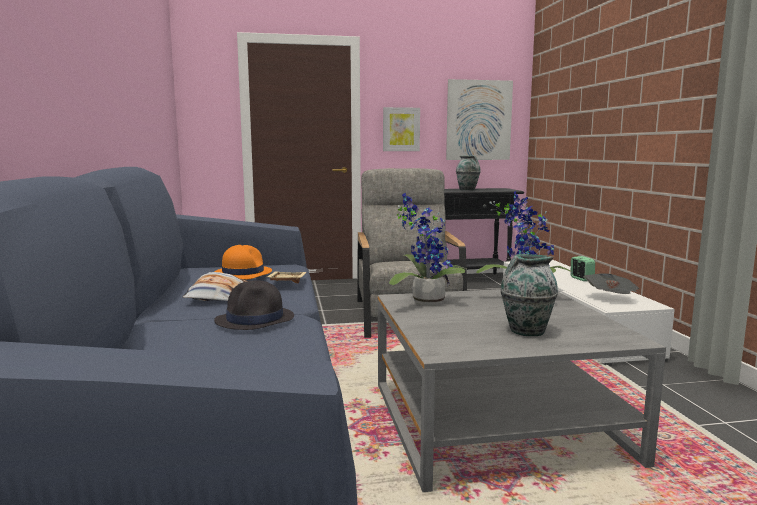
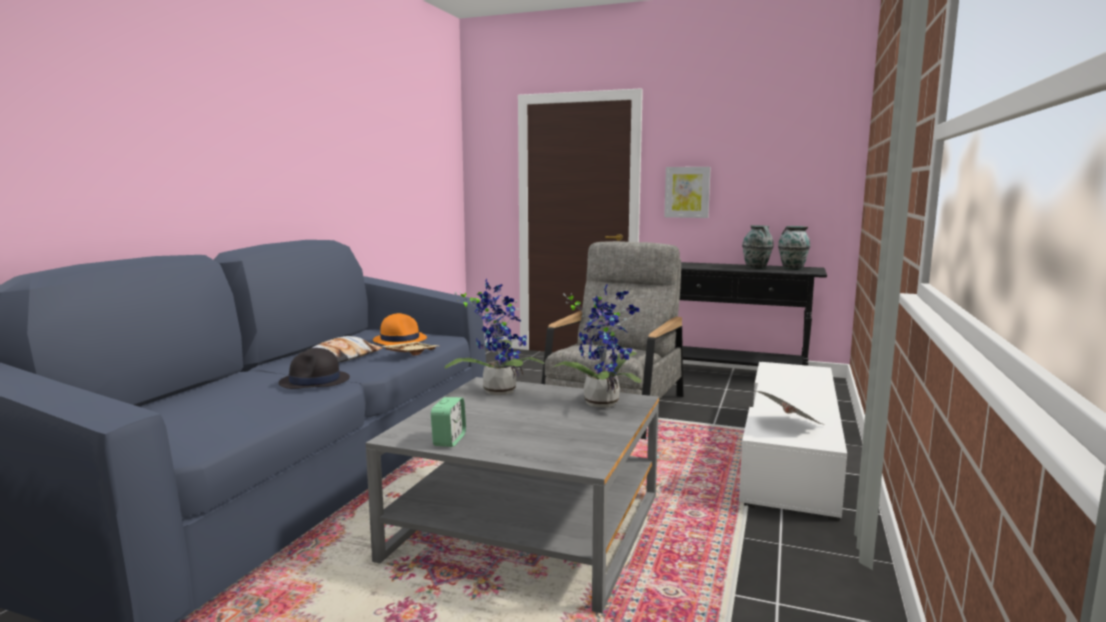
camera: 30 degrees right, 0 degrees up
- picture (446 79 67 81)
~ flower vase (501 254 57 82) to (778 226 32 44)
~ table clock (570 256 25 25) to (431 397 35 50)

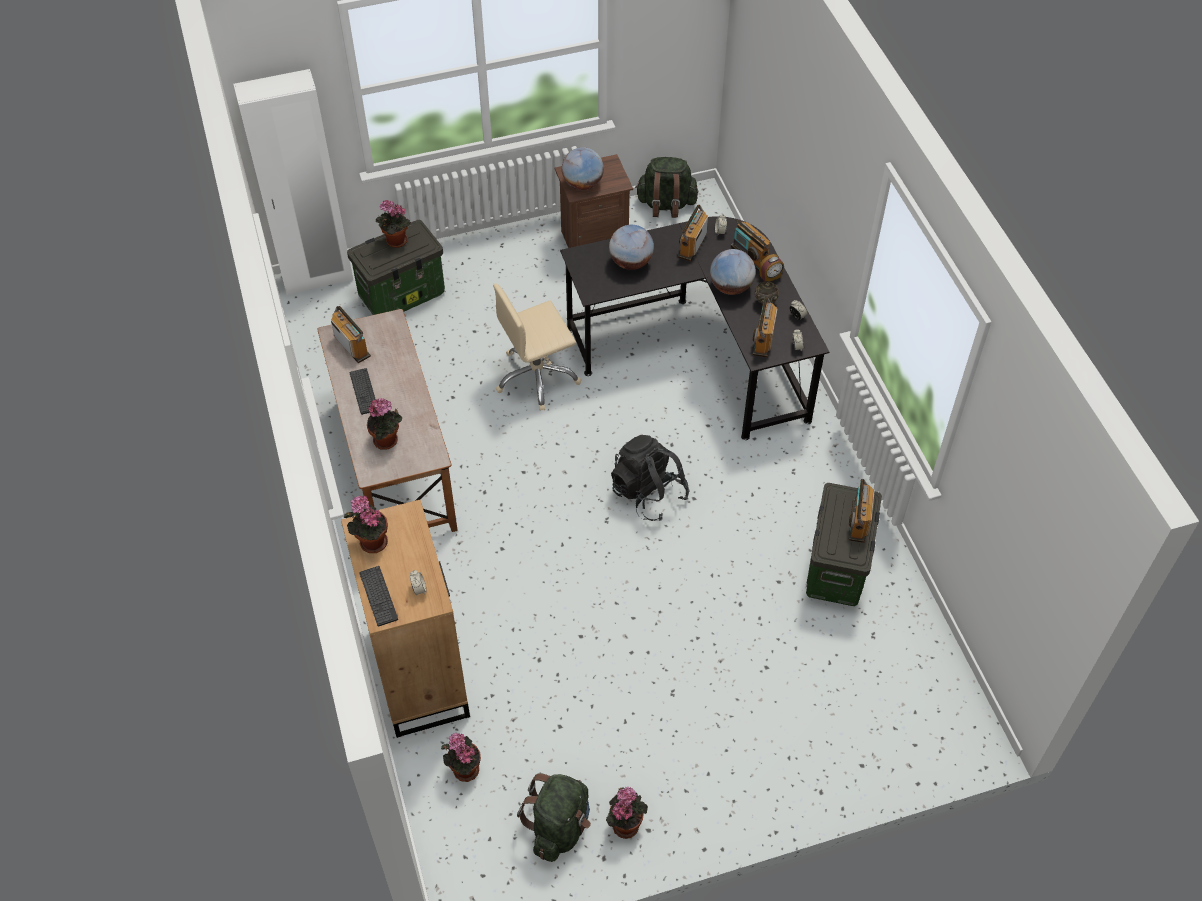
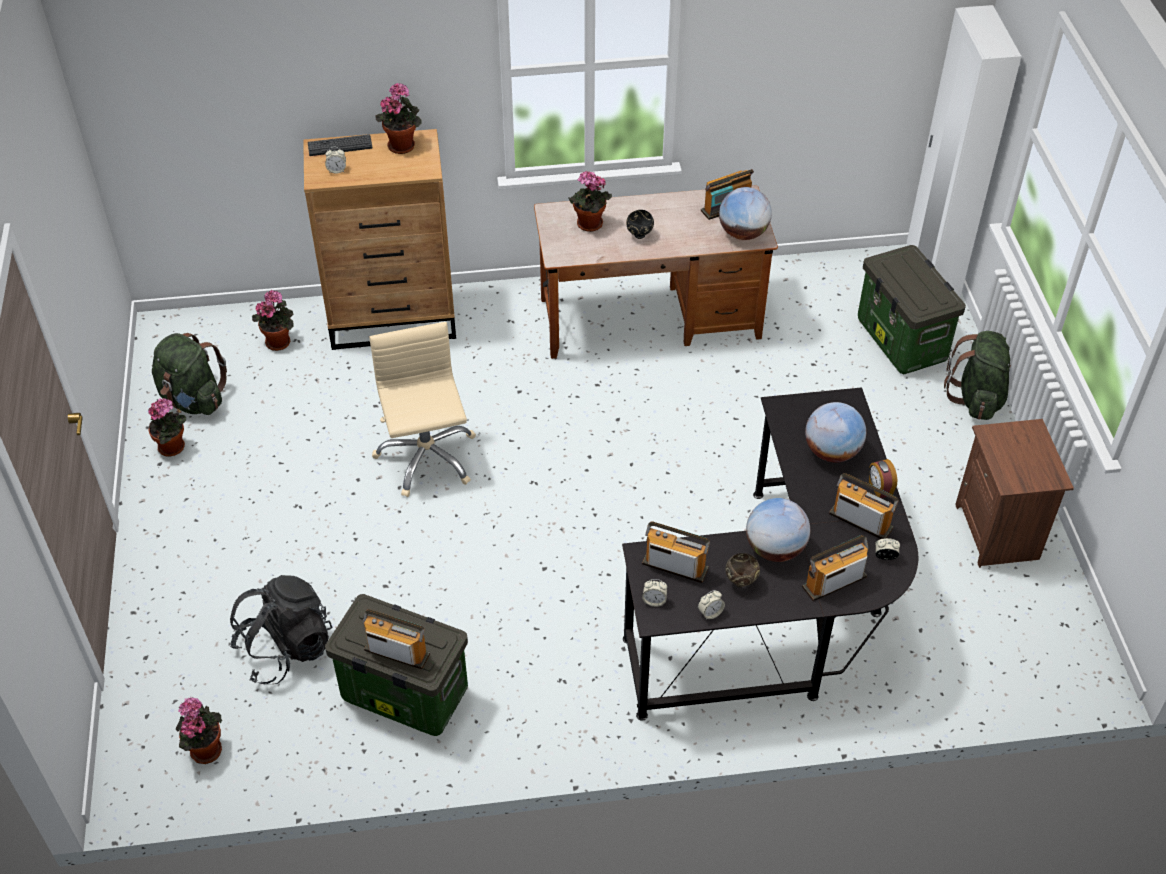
camera: 100 degrees right, 5 degrees down
- computer keyboard (349 368 27 47)
~ houseplant (376 200 35 48) to (176 697 46 67)
~ computer chair/beige (493 283 89 128) to (369 322 107 175)
~ world globe (562 147 42 43) to (719 187 53 53)
~ backpack/black-coloured (611 435 78 86) to (230 575 103 109)
~ backpack/green (635 157 63 61) to (944 331 67 89)
~ table clock (759 254 25 27) to (869 459 29 39)
+ deep dish/black-coloured (626 210 28 29)

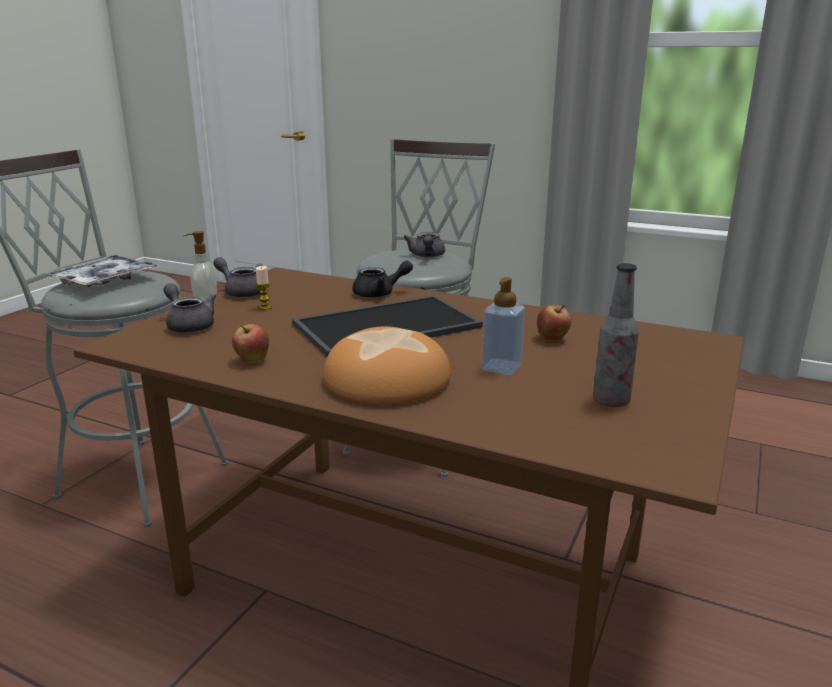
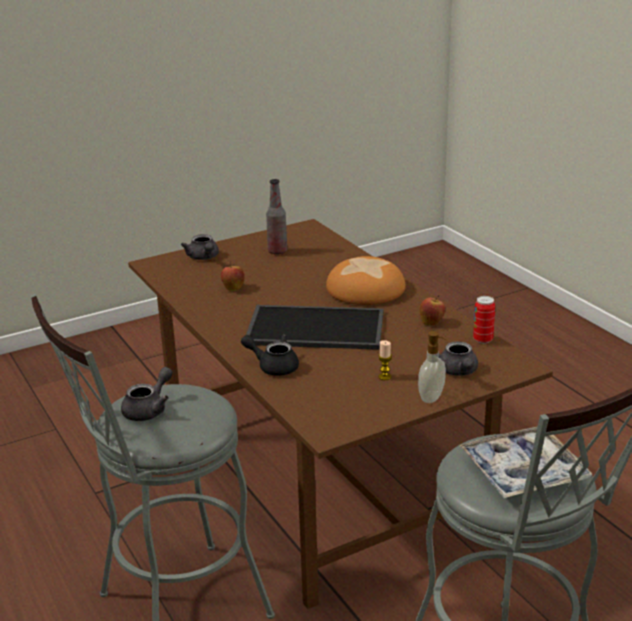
camera: 145 degrees left, 5 degrees up
~ tea pot/greyish (213 257 49 41) to (181 234 38 26)
- liquid soap bottle (482 277 43 98)
+ metal can (473 296 22 48)

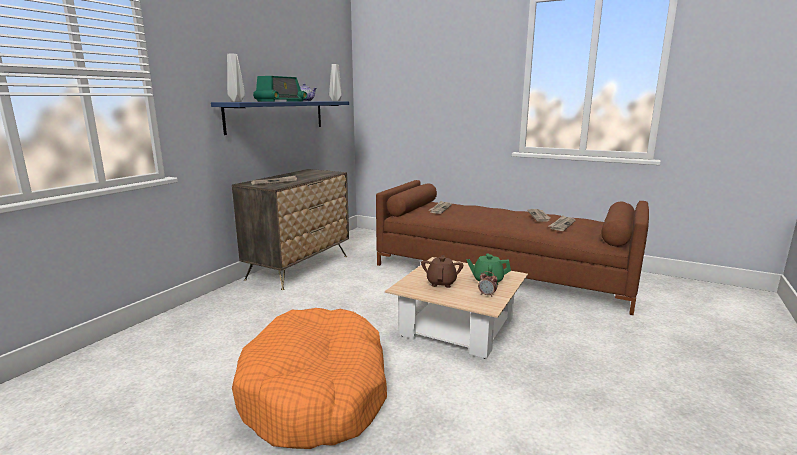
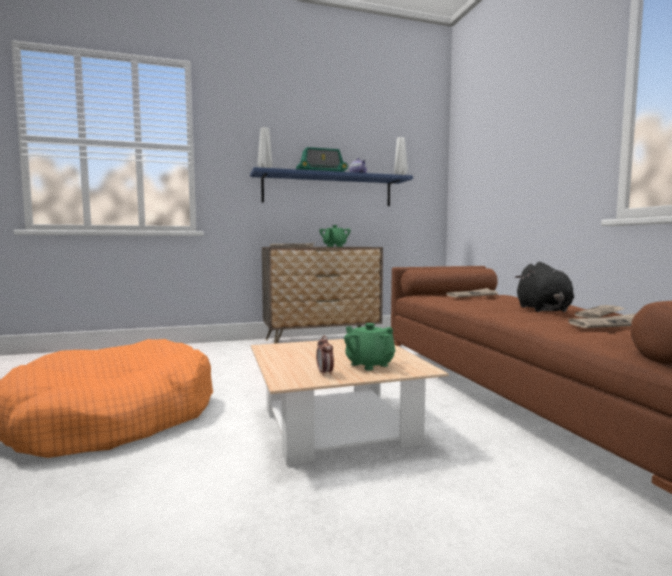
camera: 45 degrees right, 10 degrees down
- tea pot/brownish (421 255 42 33)
+ tea pot/green (319 225 32 22)
+ cuddly toy/black-coloured (515 262 59 50)

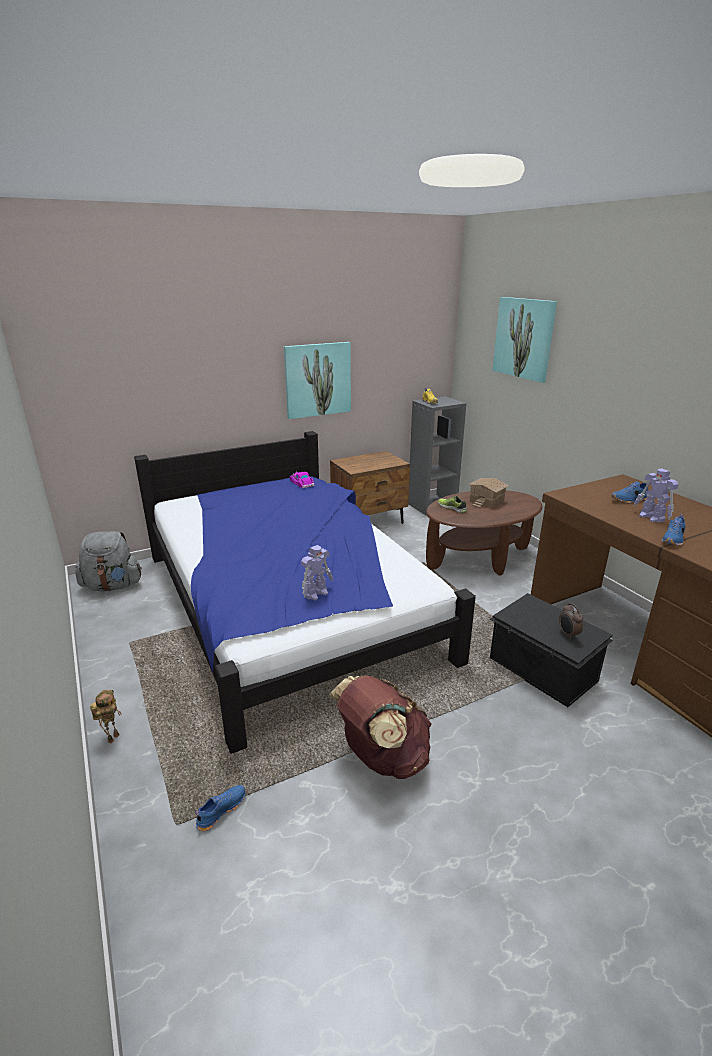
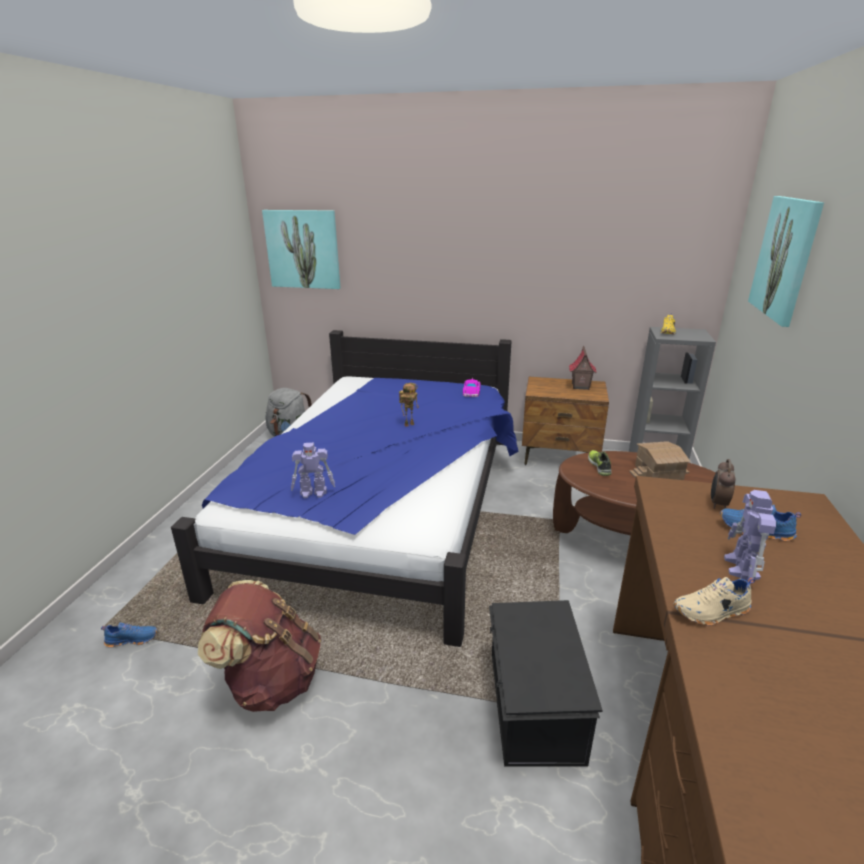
camera: 40 degrees right, 0 degrees up
~ toy robot (90 690 31 53) to (399 383 20 44)
~ picture (284 342 67 77) to (262 210 78 79)
~ table clock (559 603 24 37) to (711 459 25 50)
~ shoe/bluish (661 514 25 32) to shoe/beige (673 577 82 49)
+ model house (569 345 28 45)

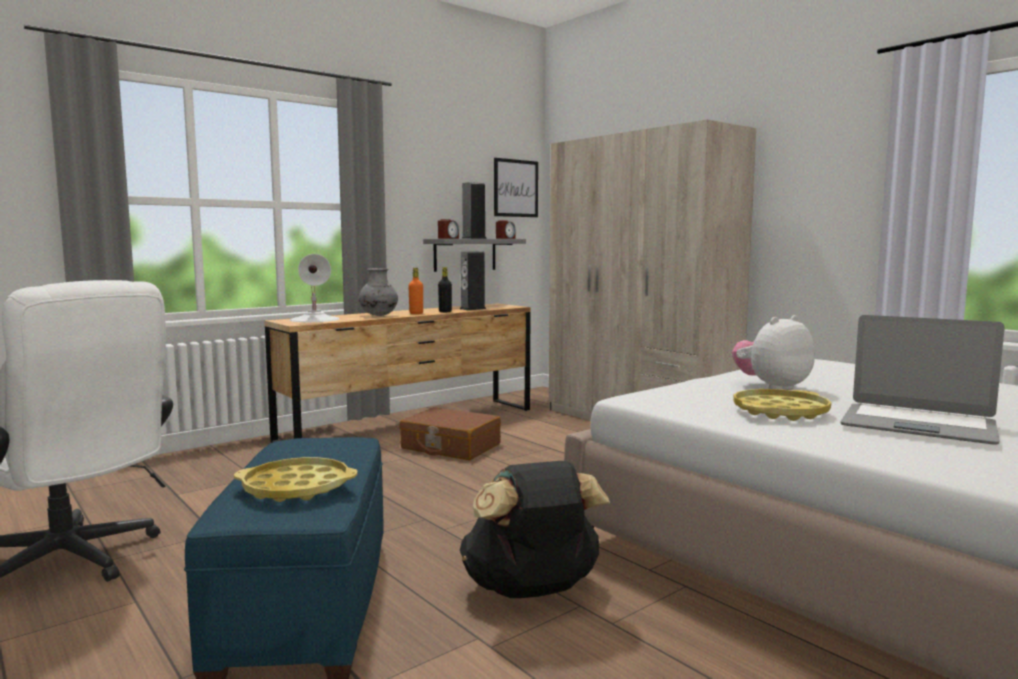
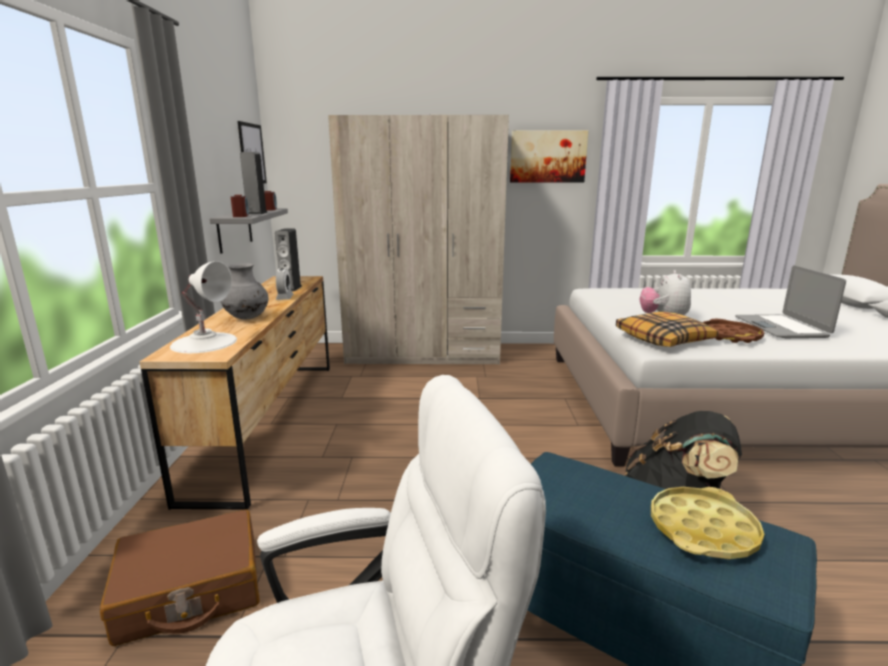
camera: 50 degrees left, 10 degrees up
~ piece of luggage/brownish (399 407 102 53) to (100 509 160 137)
- beverage bottle/orange-coloured (409 268 14 46)
~ beverage bottle/black-coloured (438 267 14 45) to table clock (276 268 18 32)
~ serving tray/yellow (733 389 98 32) to serving tray/brownish (703 319 61 24)
~ portable computer (840 315 165 130) = (735 265 111 73) 105 degrees clockwise
+ picture (510 131 78 51)
+ throw pillow (616 312 102 35)

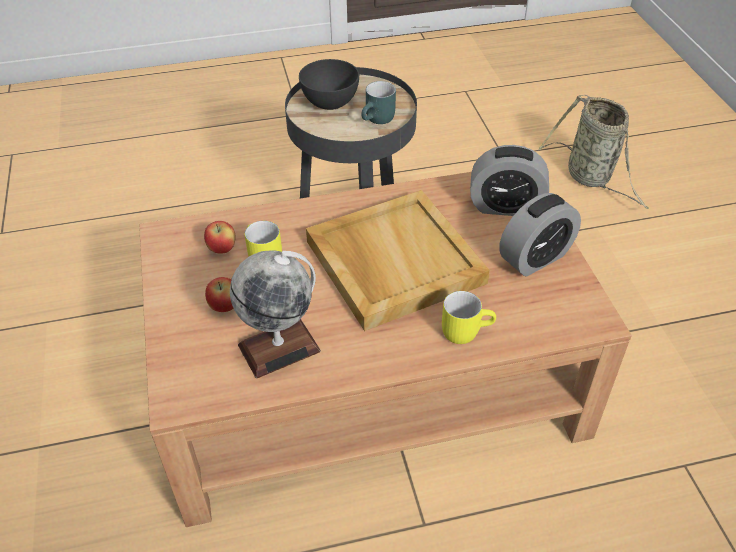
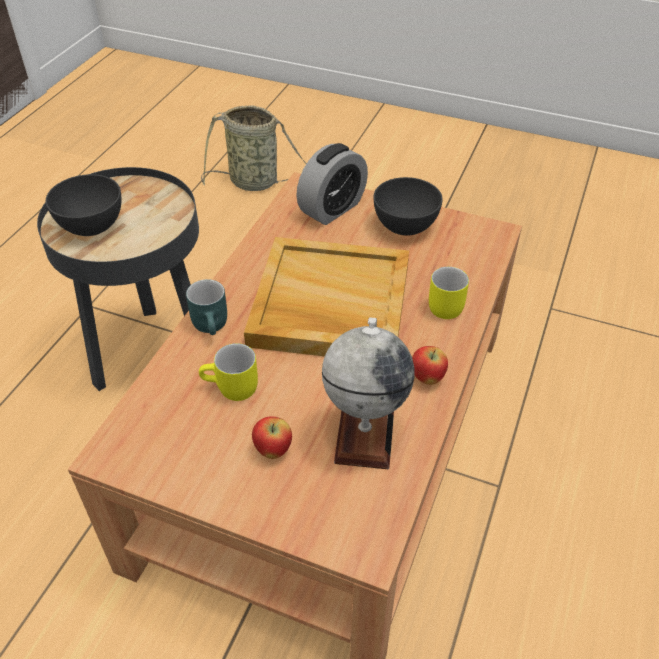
camera: 55 degrees left, 0 degrees up
~ apple fruit (204 221 32 33) to (412 346 36 39)
~ coffee mug/blue-green (361 81 35 43) to (186 279 41 56)
~ table clock (499 193 82 84) to deep dish/greyish (374 177 69 59)

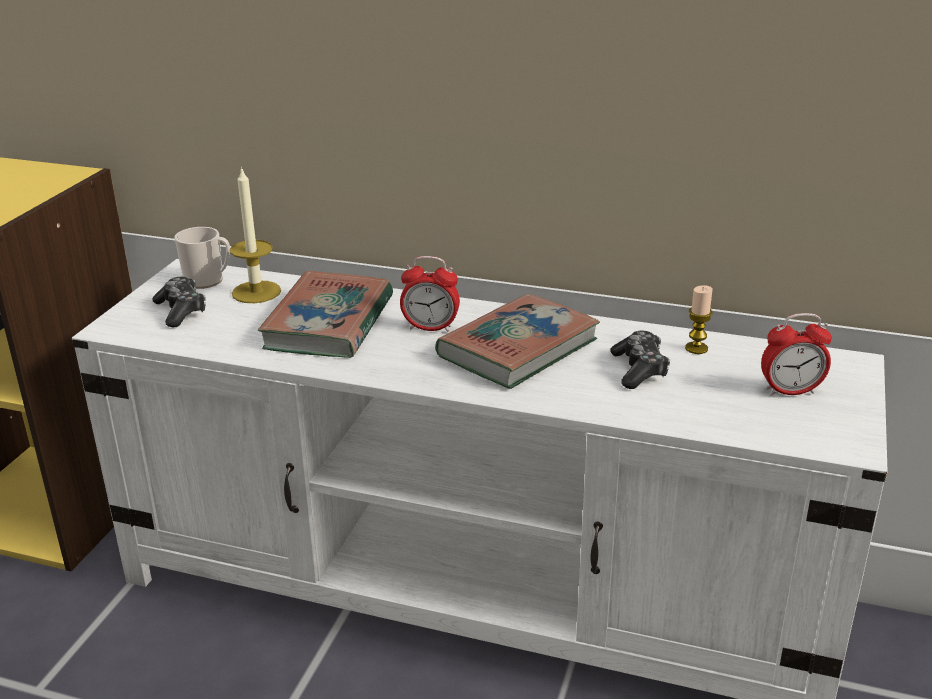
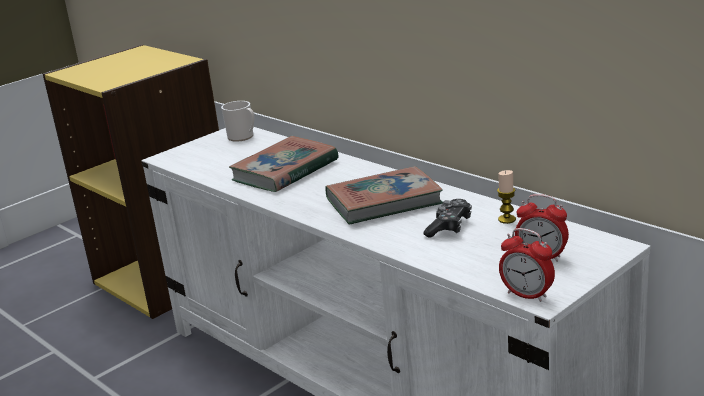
camera: 30 degrees right, 5 degrees down
- joypad (152 277 54 51)
- candle (230 166 51 137)
~ table clock (400 256 60 76) to (499 228 56 74)

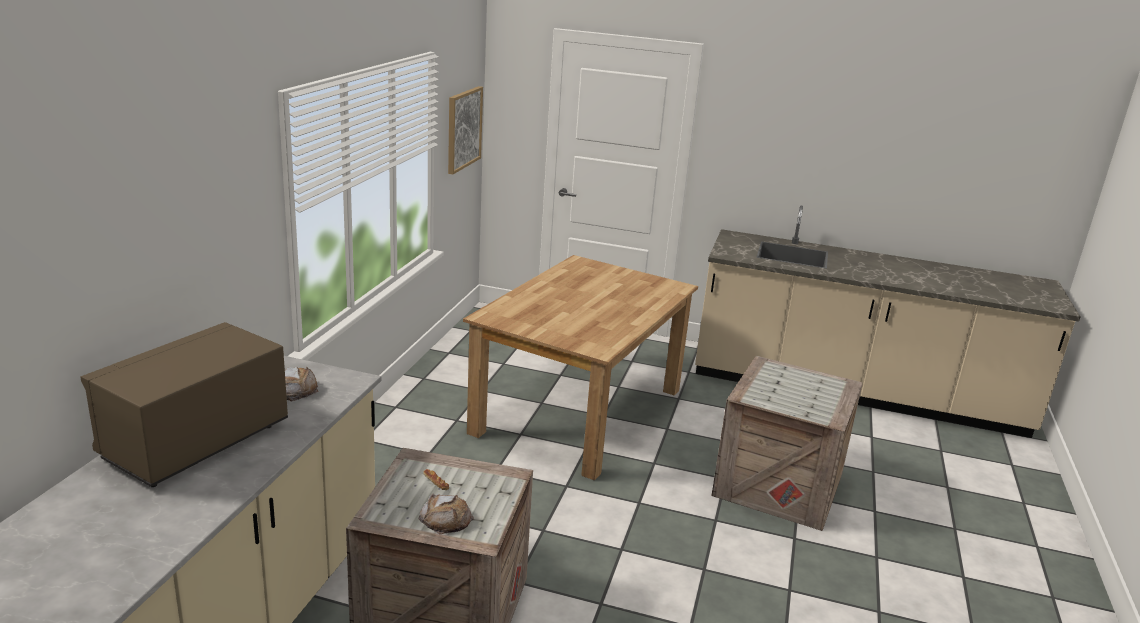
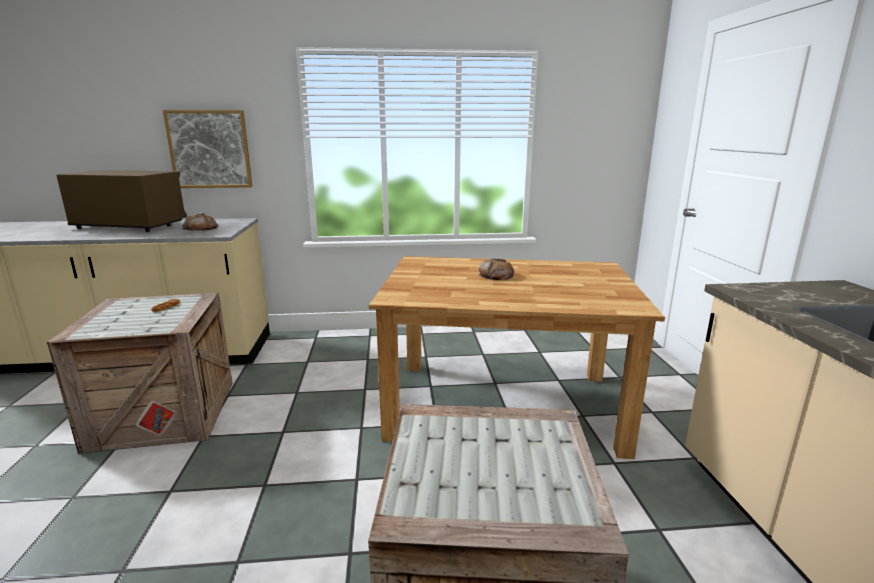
camera: 70 degrees right, 5 degrees down
~ baked bread (419 494 55 40) to (479 259 36 21)
~ picture (448 86 35 88) to (163 110 90 78)

